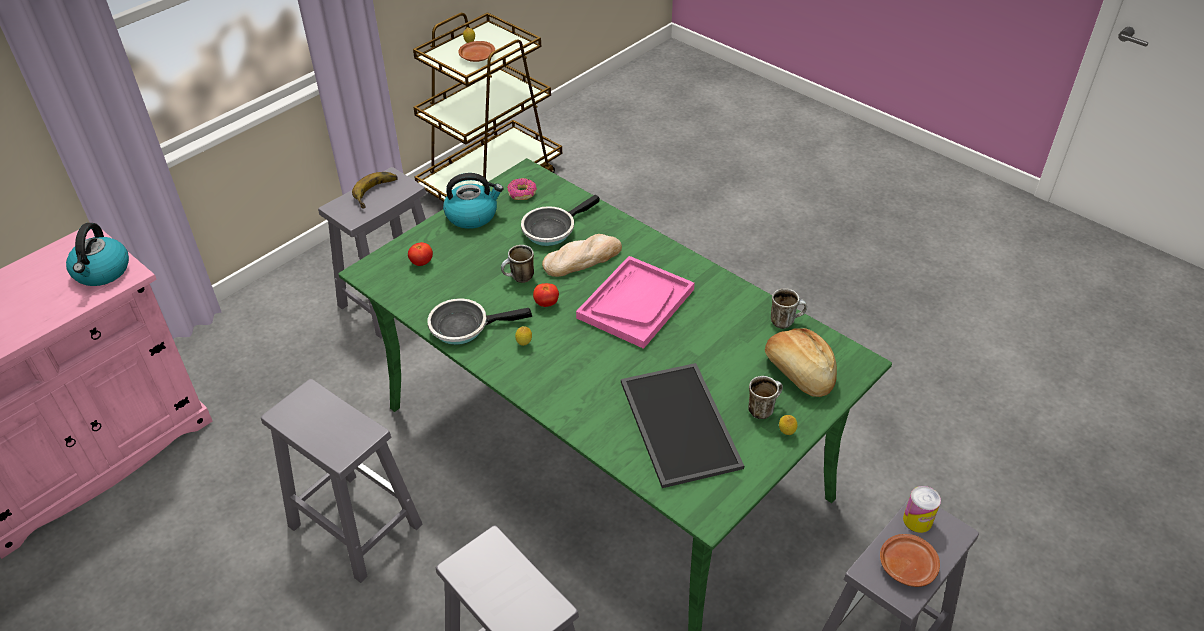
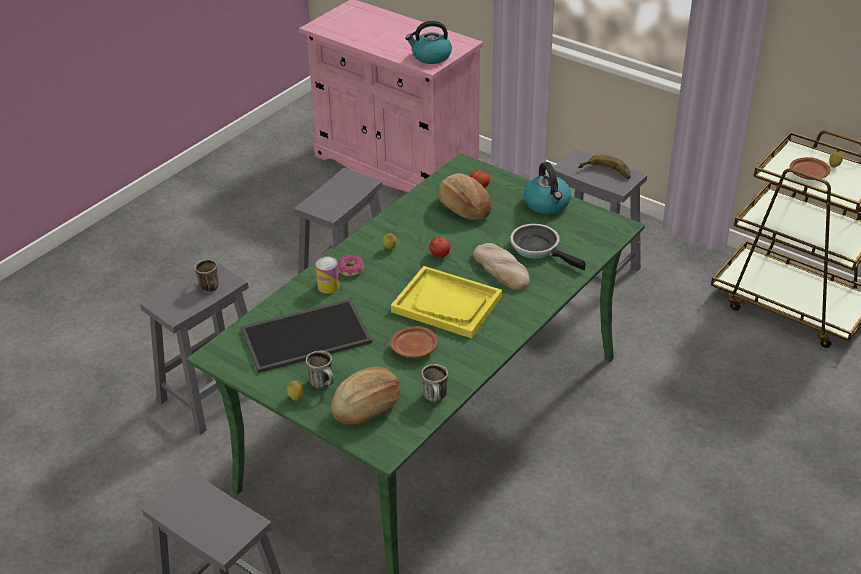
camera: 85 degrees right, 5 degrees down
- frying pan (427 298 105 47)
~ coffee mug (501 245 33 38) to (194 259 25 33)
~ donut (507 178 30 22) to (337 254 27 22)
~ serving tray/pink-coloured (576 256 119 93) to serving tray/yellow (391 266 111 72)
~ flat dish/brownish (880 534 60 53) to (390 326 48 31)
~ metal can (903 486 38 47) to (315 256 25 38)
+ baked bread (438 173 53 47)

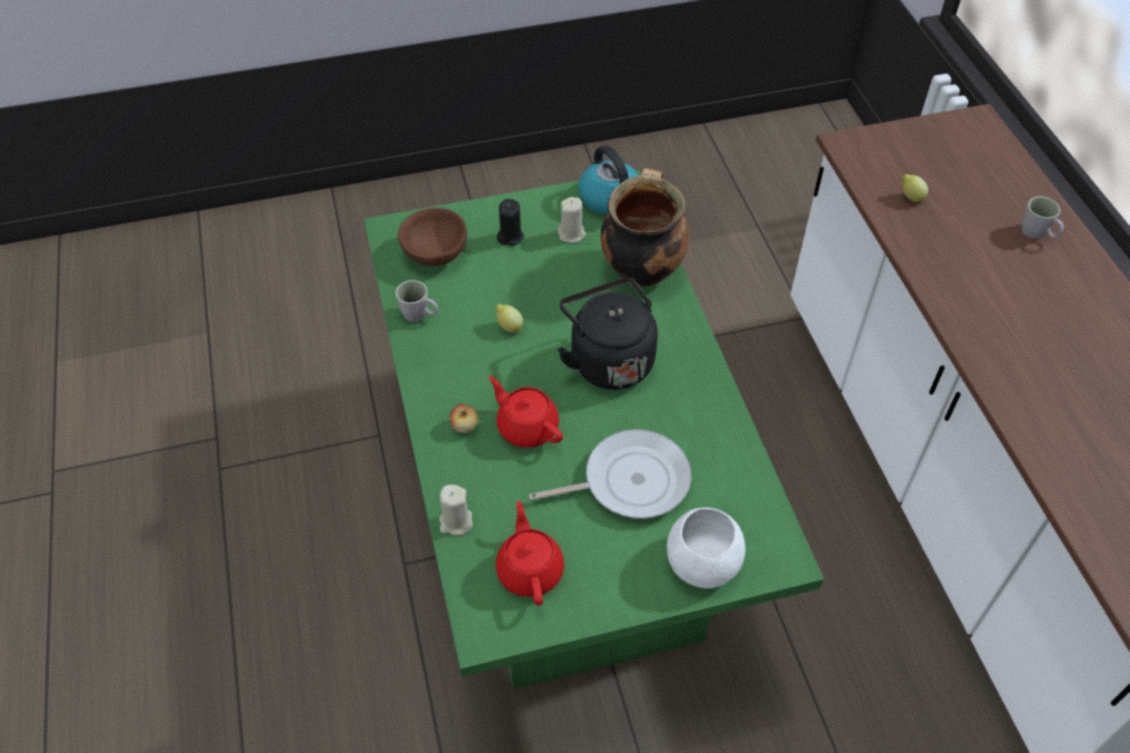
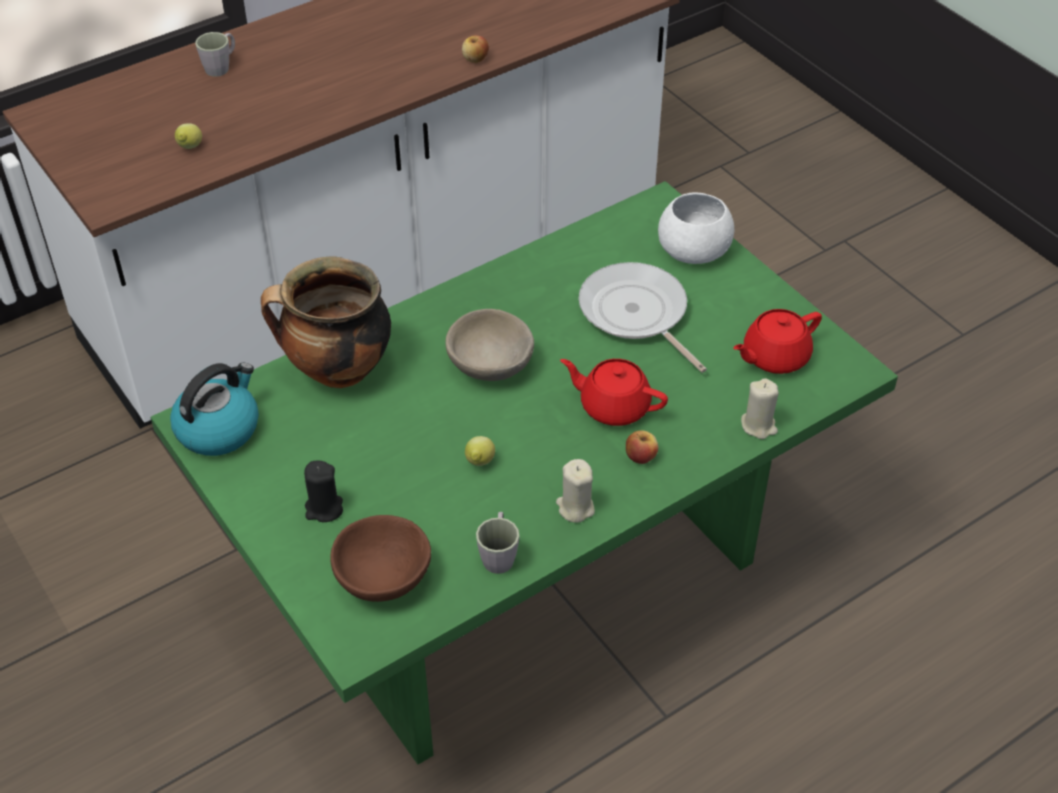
camera: 110 degrees left, 5 degrees down
~ tea pot/red-coloured (488 376 75 72) = (560 359 108 67) 90 degrees clockwise
~ candle/beige (558 197 28 46) to (556 459 39 64)
~ tea kettle/black-coloured (558 277 100 113) to deep dish/beige (445 309 89 72)
+ apple fruit (462 35 27 28)

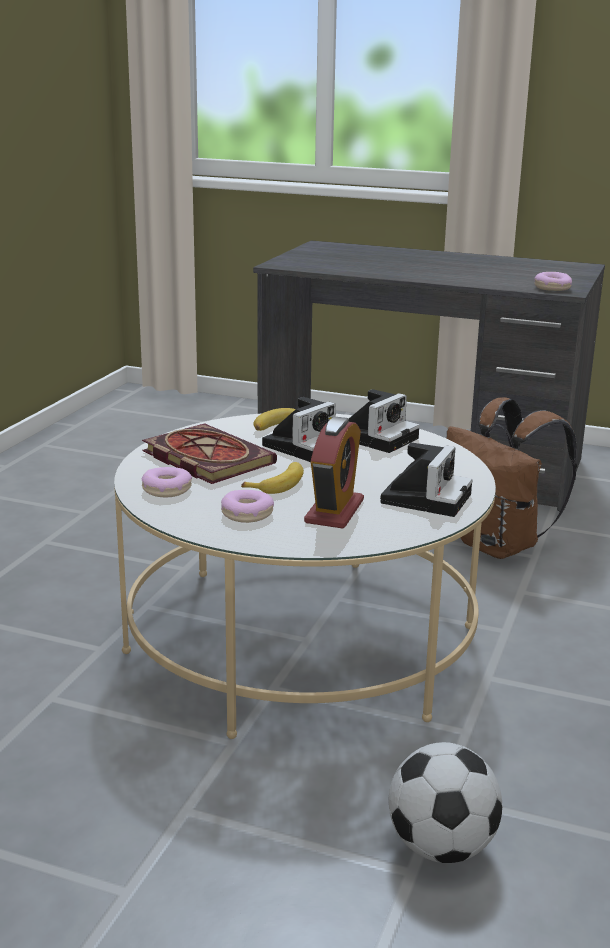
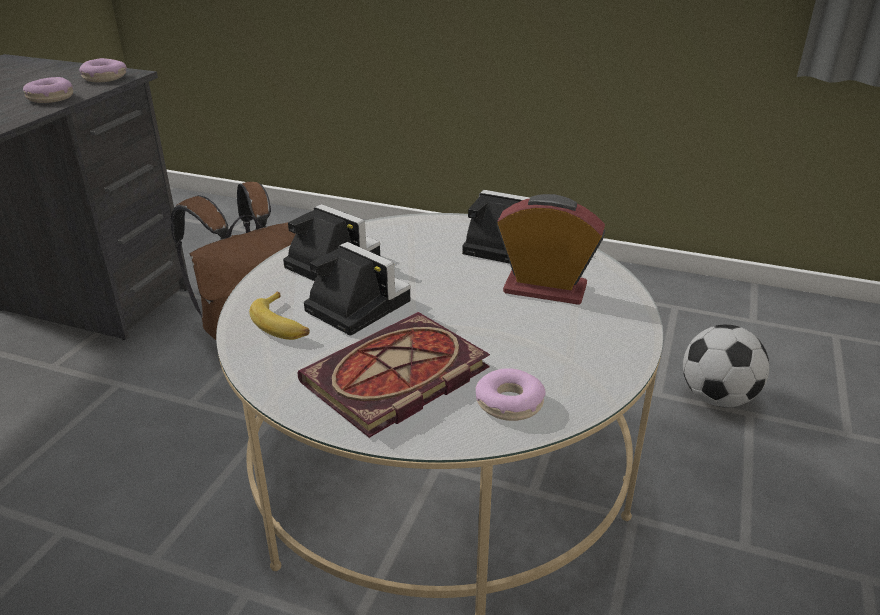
camera: 90 degrees left, 10 degrees up
~ donut (221 490 53 33) to (23 77 50 26)
- banana (241 462 63 32)

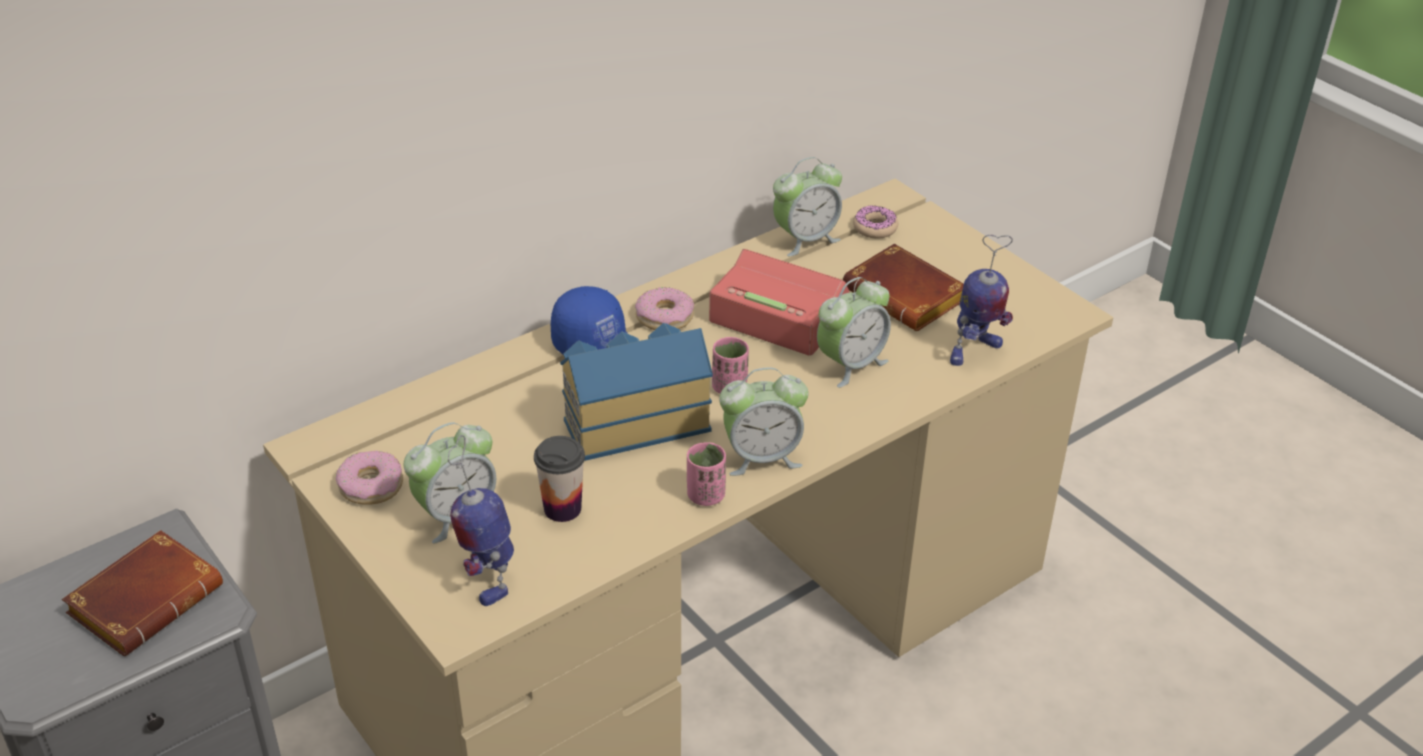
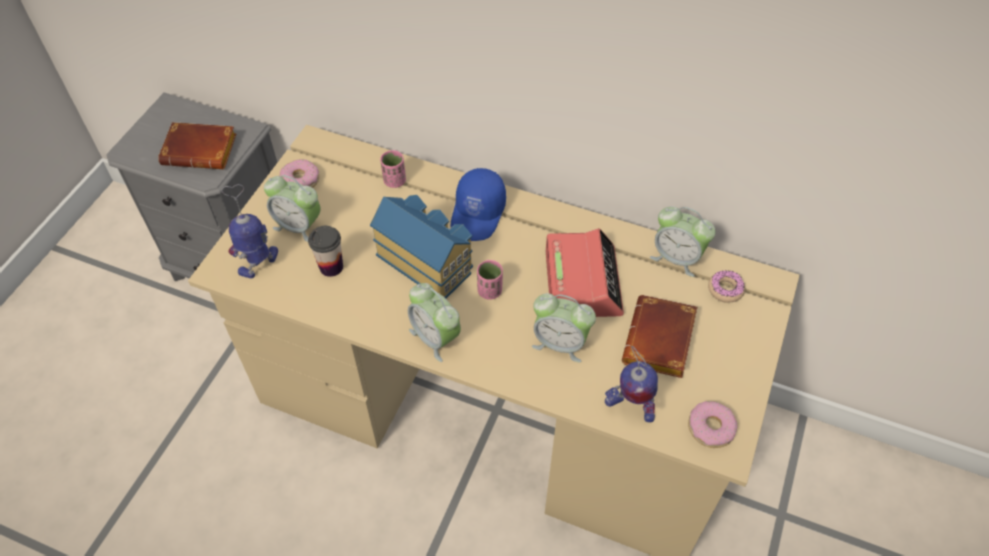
camera: 60 degrees right, 15 degrees up
~ donut (635 287 59 43) to (688 401 49 47)
~ cup/pink-coloured (687 442 39 64) to (380 150 26 38)

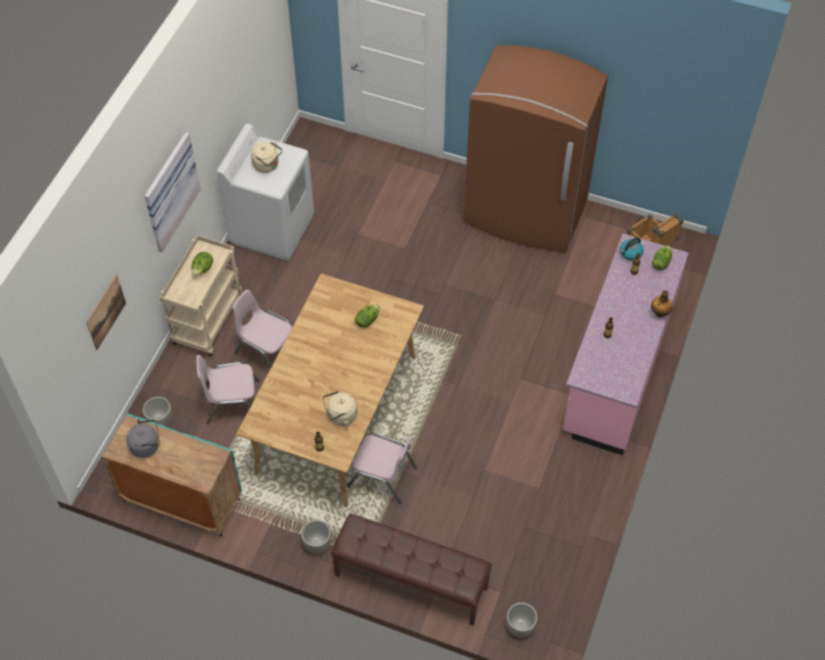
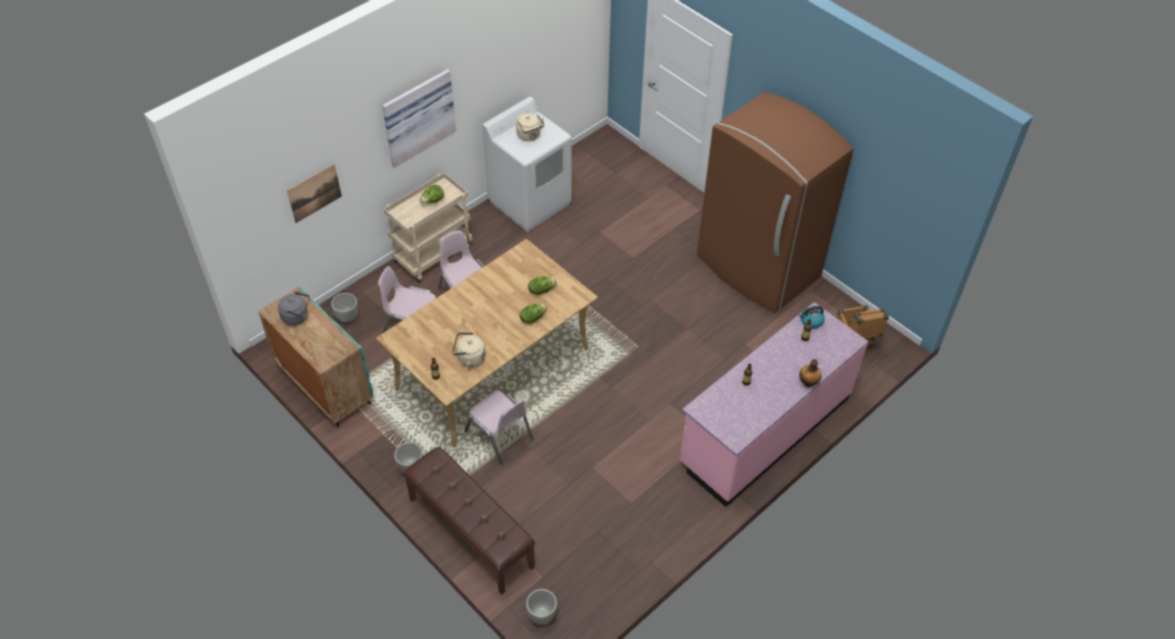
camera: 25 degrees right, 5 degrees down
~ lettuce (652 246 20 24) to (519 303 28 21)

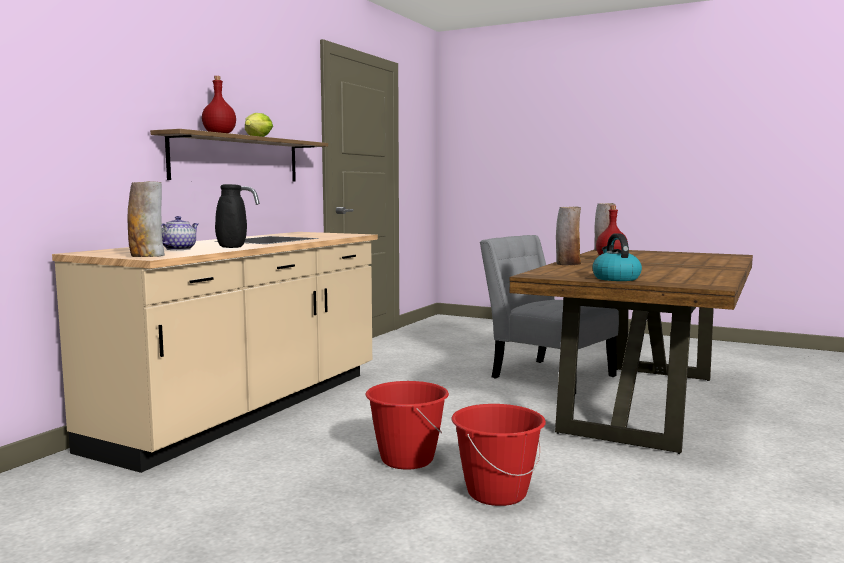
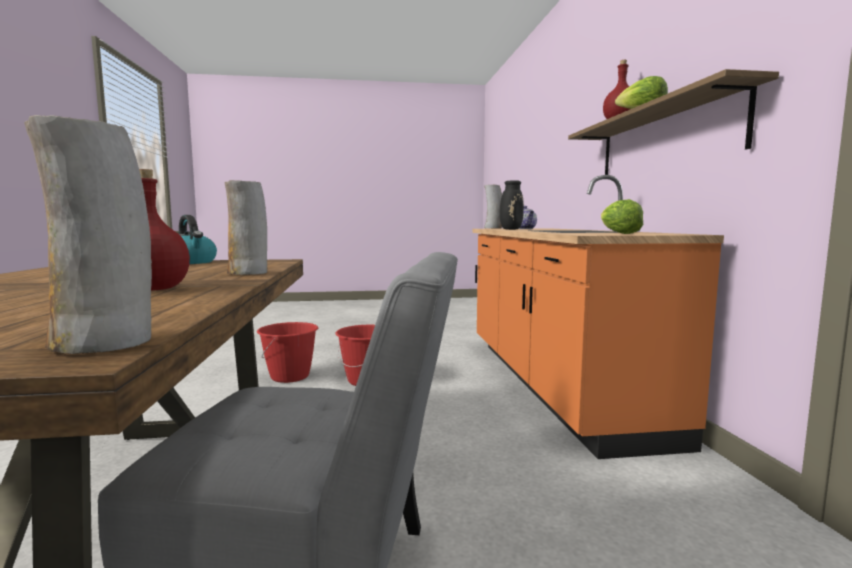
camera: 145 degrees right, 0 degrees up
~ kitchen base unit/beige (52 186 326 287) to kitchen base unit/orange-coloured (472 175 252 284)
+ lettuce (601 199 42 35)

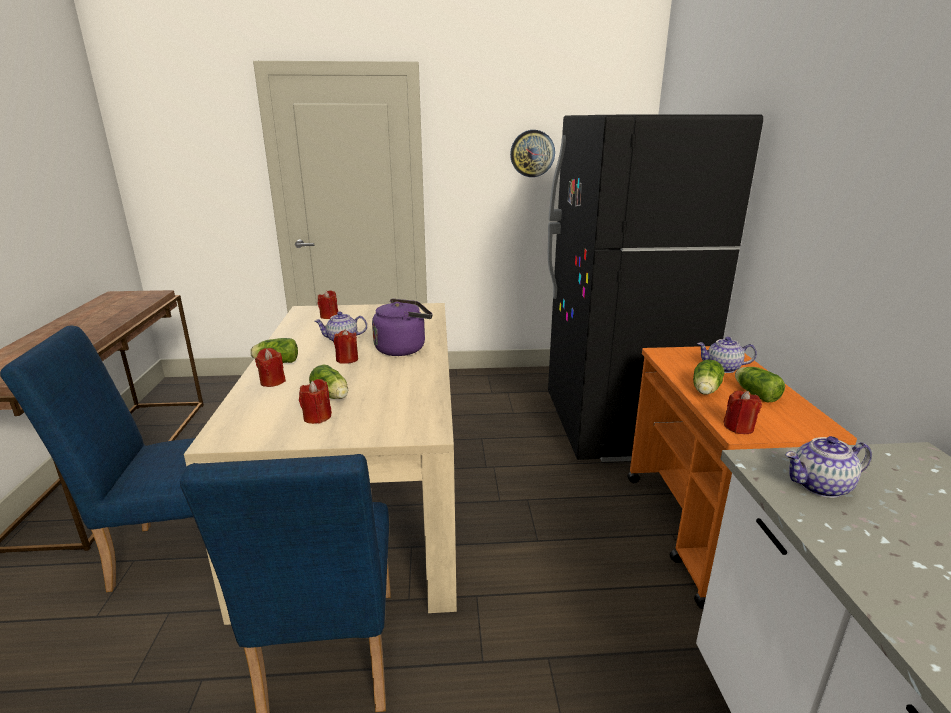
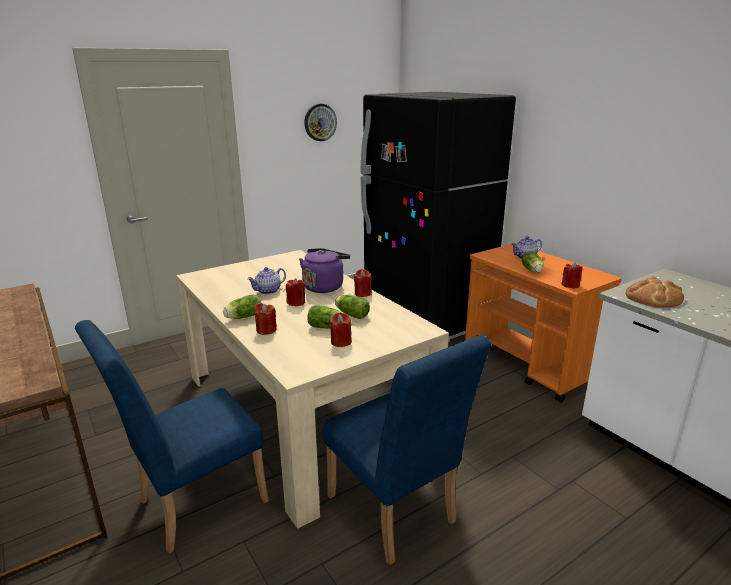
camera: 30 degrees left, 0 degrees up
~ candle/red-coloured (318 290 20 29) to (354 269 18 28)
~ lettuce (735 367 50 35) to (335 295 35 24)
~ tea pot (785 436 87 62) to baked bread (626 276 58 32)

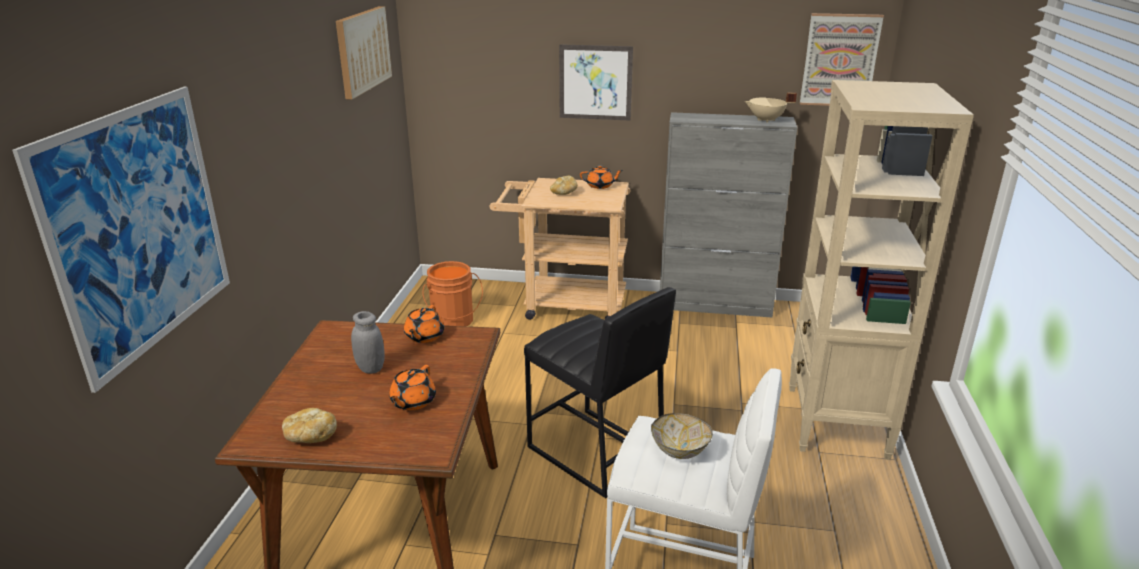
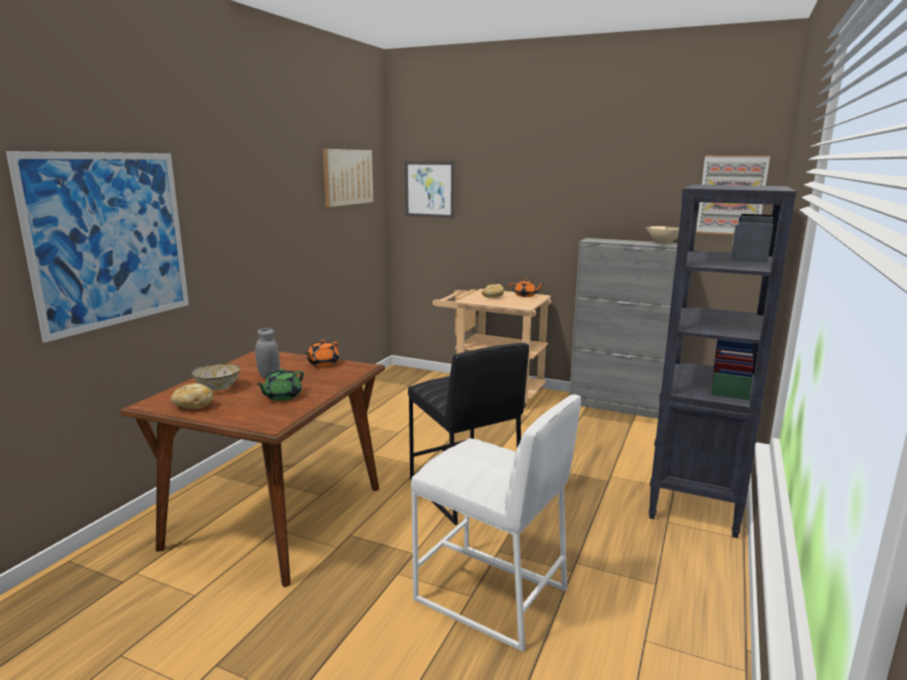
camera: 15 degrees right, 10 degrees down
~ tea pot/orange-coloured (389 365 47 45) to tea pot/green (256 369 48 32)
- pail/orange-coloured (423 261 60 65)
~ picture (559 44 74 77) to (405 161 50 57)
~ deep dish (651 413 62 46) to (192 363 49 27)
~ bookcase/beige (789 80 185 380) to bookcase/black-coloured (648 184 149 354)

